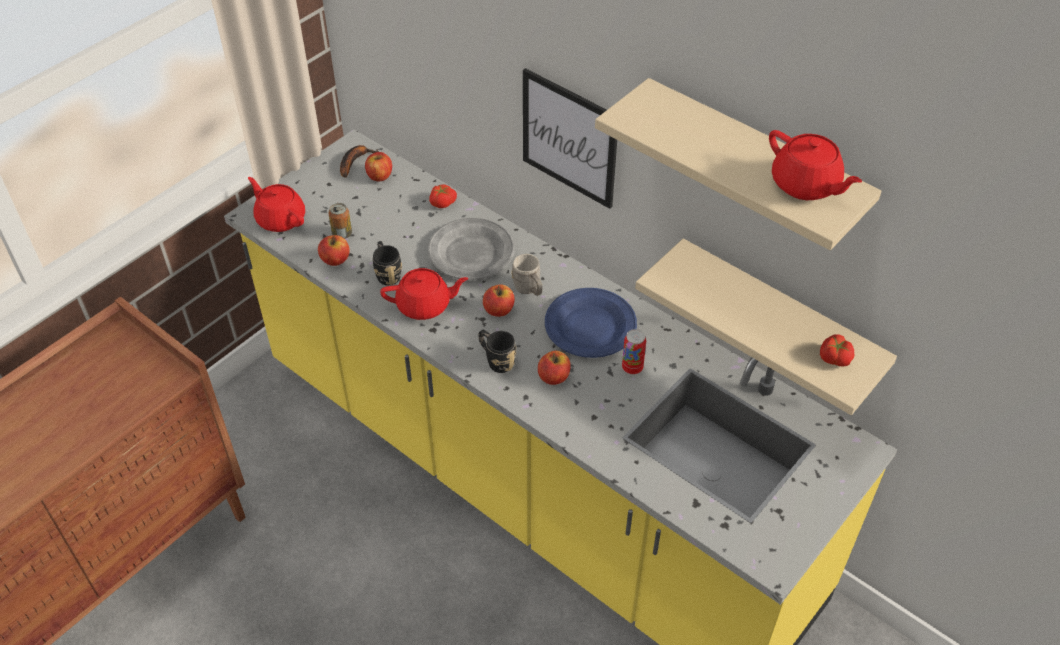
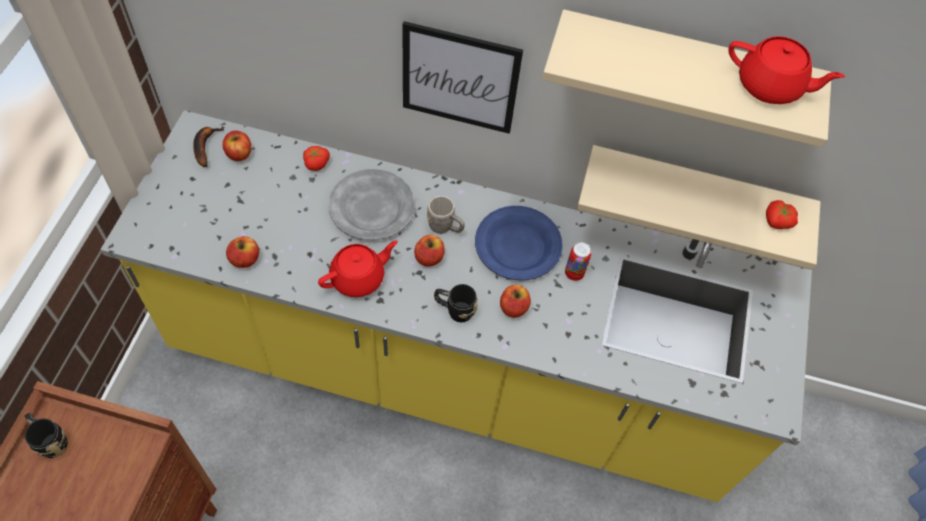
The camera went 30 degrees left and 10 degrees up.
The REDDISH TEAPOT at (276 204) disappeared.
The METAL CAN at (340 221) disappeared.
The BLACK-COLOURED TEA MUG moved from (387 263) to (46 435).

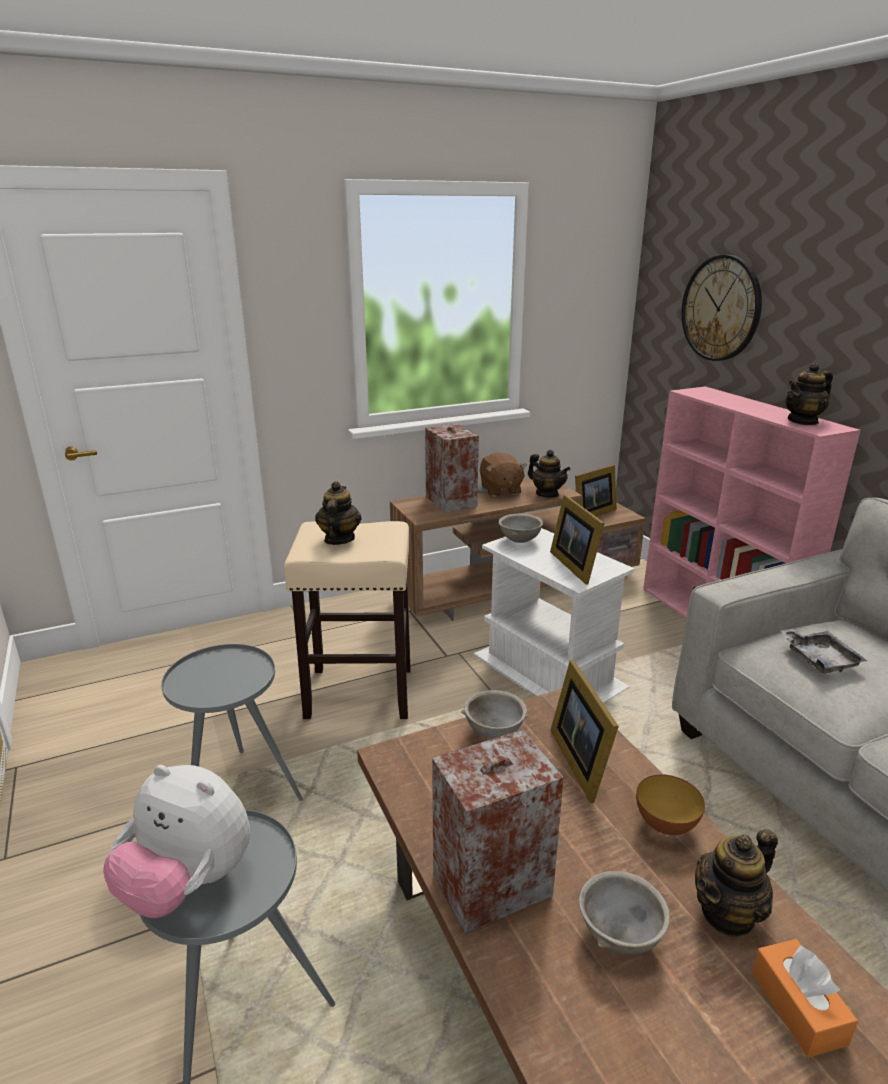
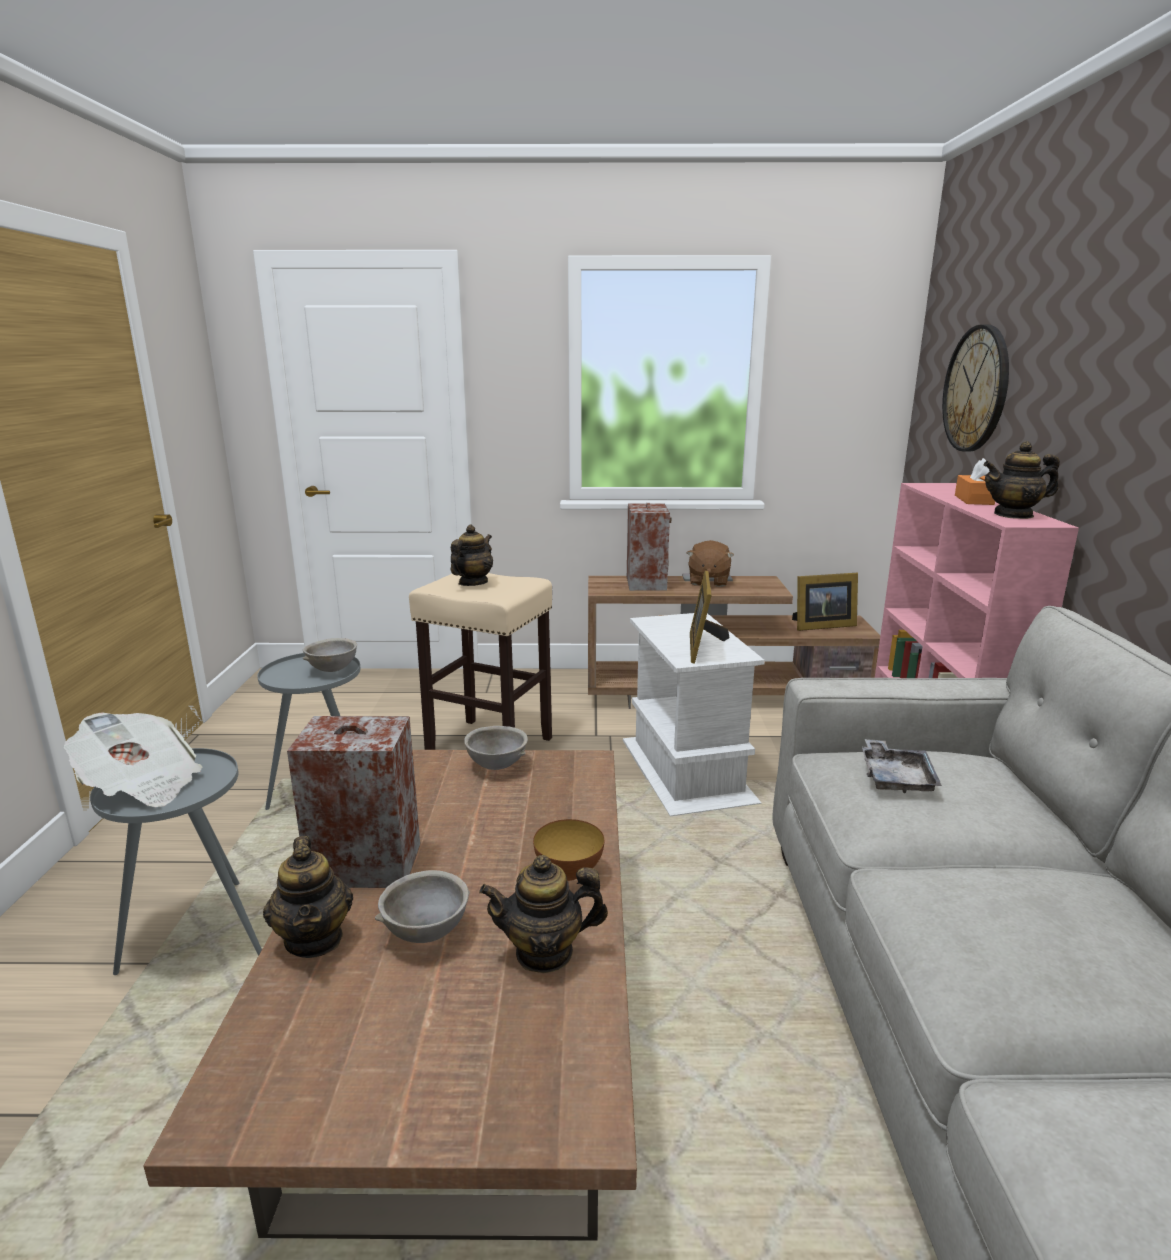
The camera went 25 degrees right and 5 degrees down.
The CUDDLY TOY at (176 841) was replaced by the NEWSPAPER at (133 759).
The GRAY DEEP DISH moved from (521 528) to (330 655).
The TEAPOT moved from (549 474) to (308 897).
The STANDING FRAME at (584 731) disappeared.
The ORANGEY TISSUE BOX moved from (805 998) to (975 481).

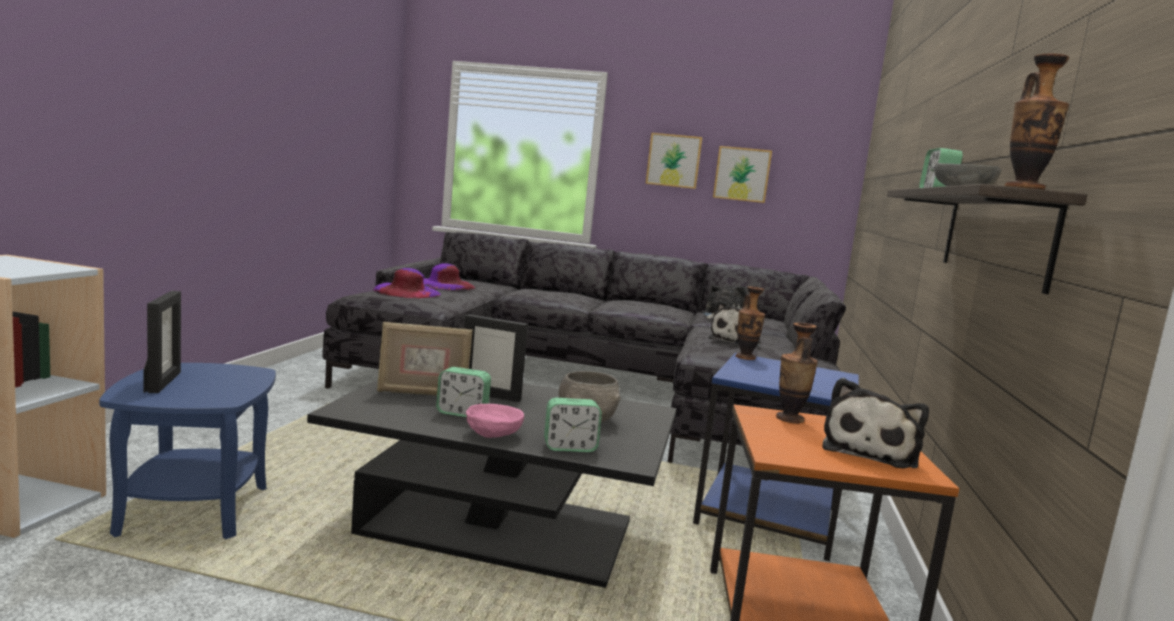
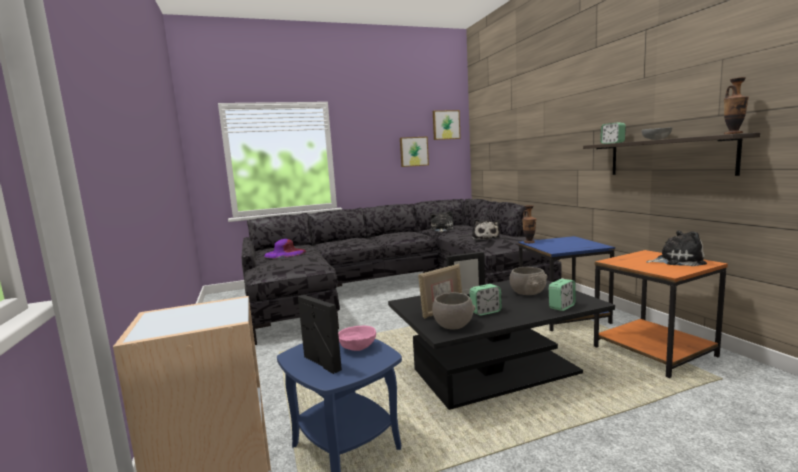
The camera went 30 degrees left and 0 degrees up.
The PURPLISH HAT at (406 283) disappeared.
The PINKISH DEEP DISH moved from (495 421) to (357 338).
The PICTURE moved from (674 161) to (447 125).
The VASE at (797 373) disappeared.
The CUDDLY TOY at (875 423) turned 75 degrees counterclockwise.
The GRAY DEEP DISH at (453 311) appeared.

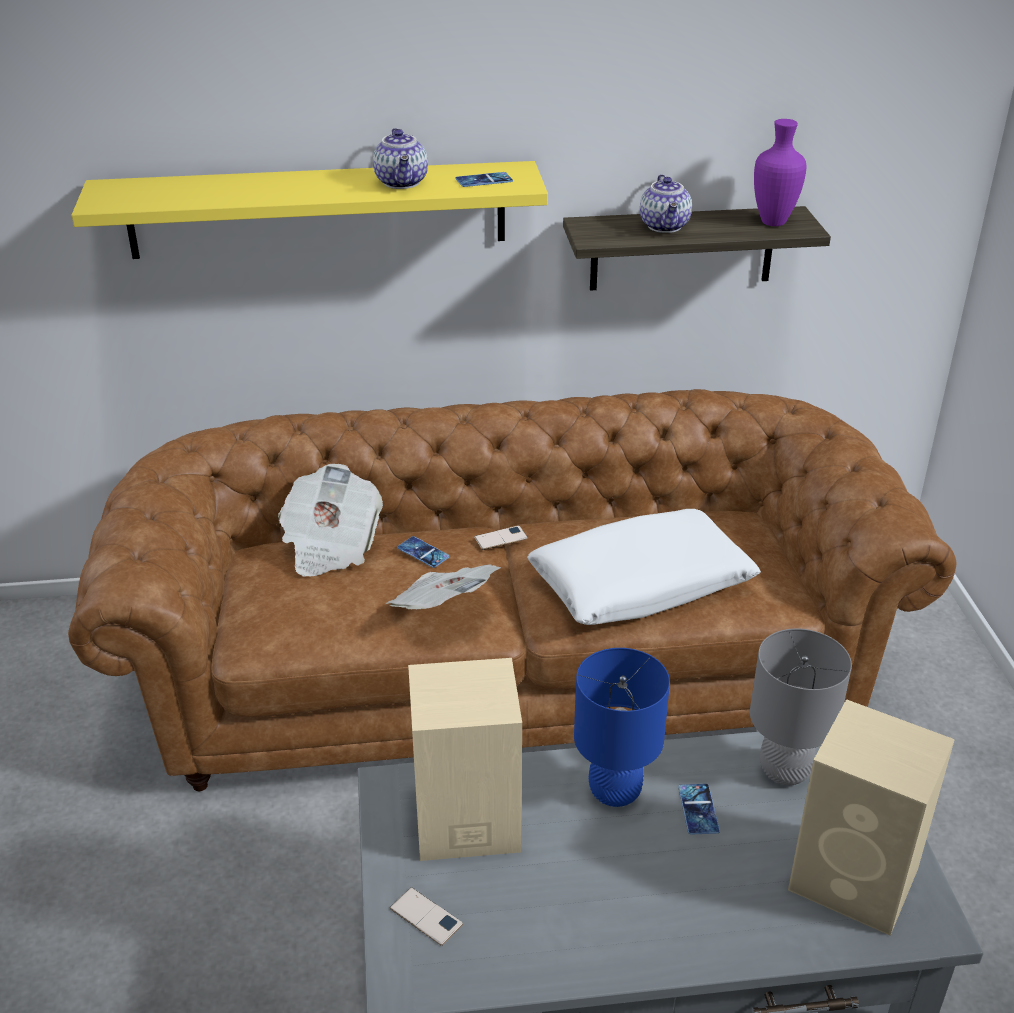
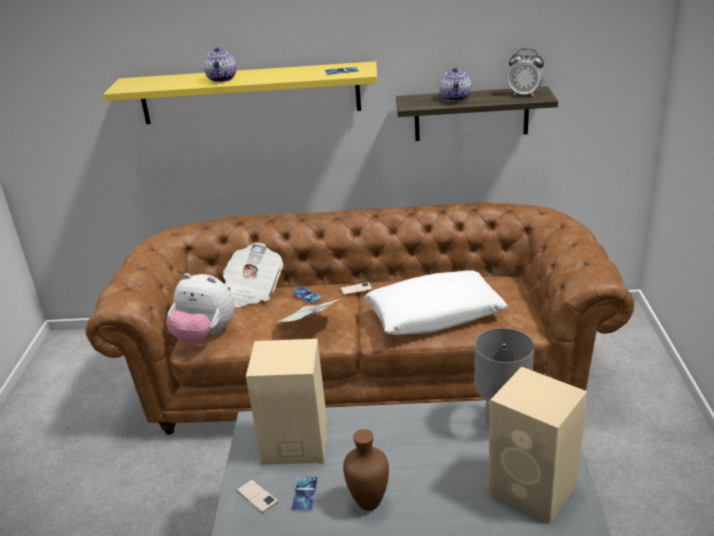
The camera went 10 degrees right and 5 degrees down.
The TEAPOT moved from (400 158) to (220 64).
The BLUE TABLETOP LAMP at (622 727) disappeared.
The PHONE moved from (699 809) to (304 493).
The PURPLISH VASE at (780 172) was replaced by the TABLE CLOCK at (526 72).
The CUDDLY TOY at (200 309) appeared.
The BROWNISH VASE at (366 470) appeared.

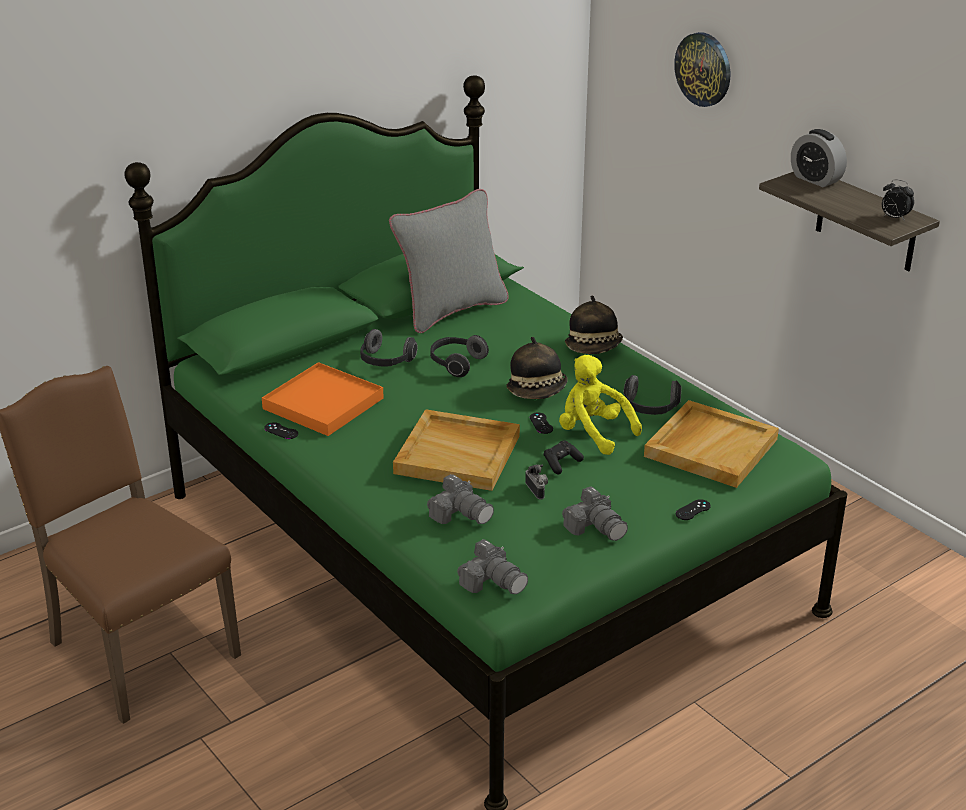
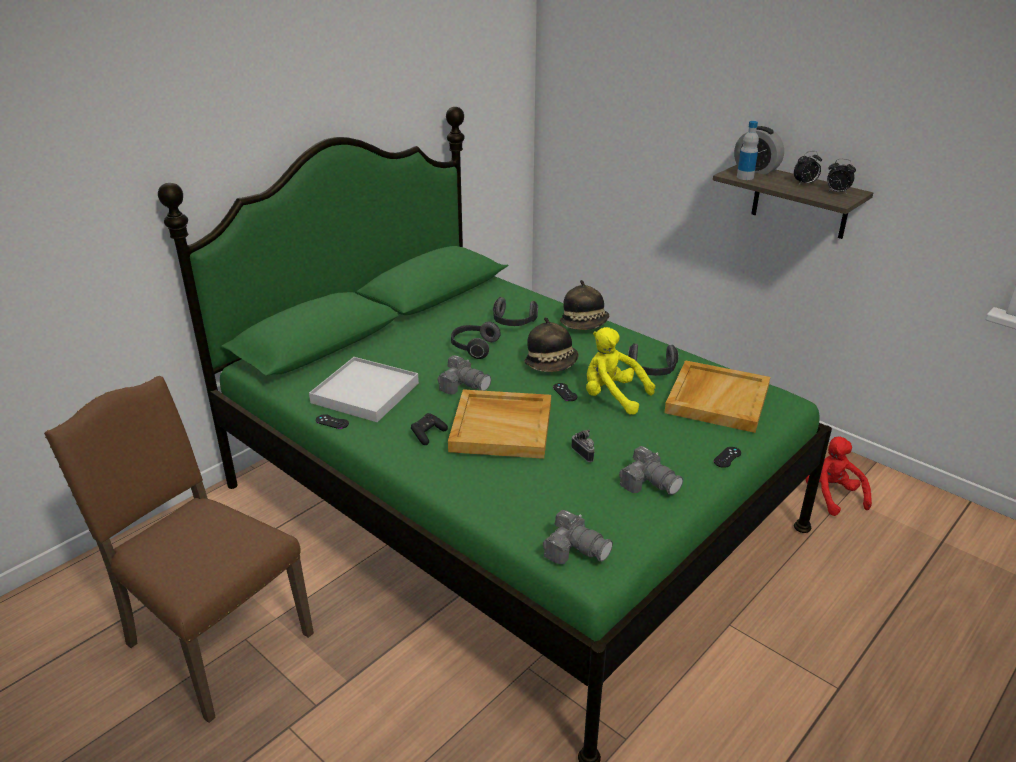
The camera went 10 degrees left and 0 degrees up.
The ORANGEY SERVING TRAY at (323 399) became the WHITE SERVING TRAY at (364 389).
The PAIR OF HEADPHONES moved from (389 347) to (515 311).
The GRAY PILLOW at (449 261) disappeared.
The STILL CAMERA moved from (460 499) to (464 374).
The BLACK-COLOURED GAMEPAD moved from (564 457) to (429 429).
The WALL CLOCK at (702 69) disappeared.
The DRINK BOTTLE at (748 150) appeared.
The TABLE CLOCK at (808 168) appeared.
The REDDISH CUDDLY TOY at (839 476) appeared.

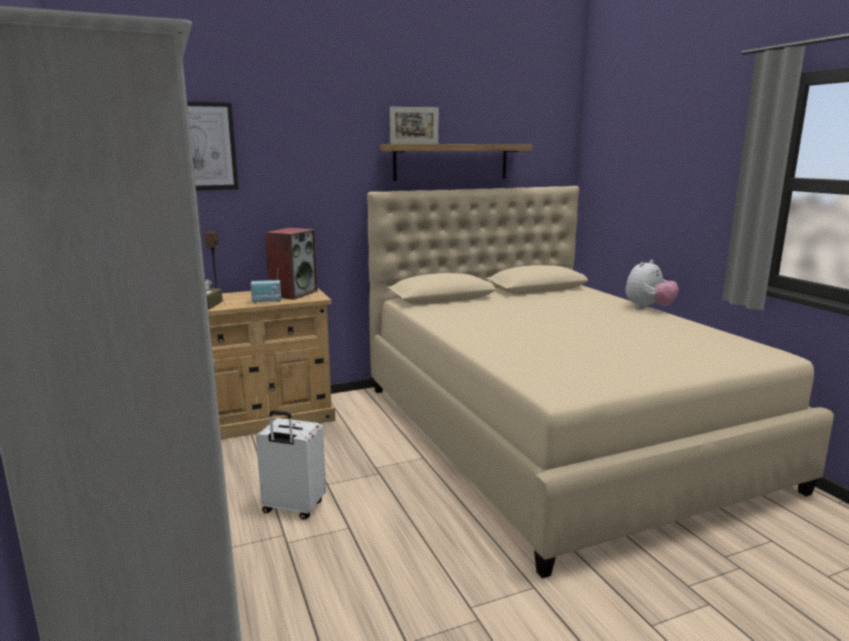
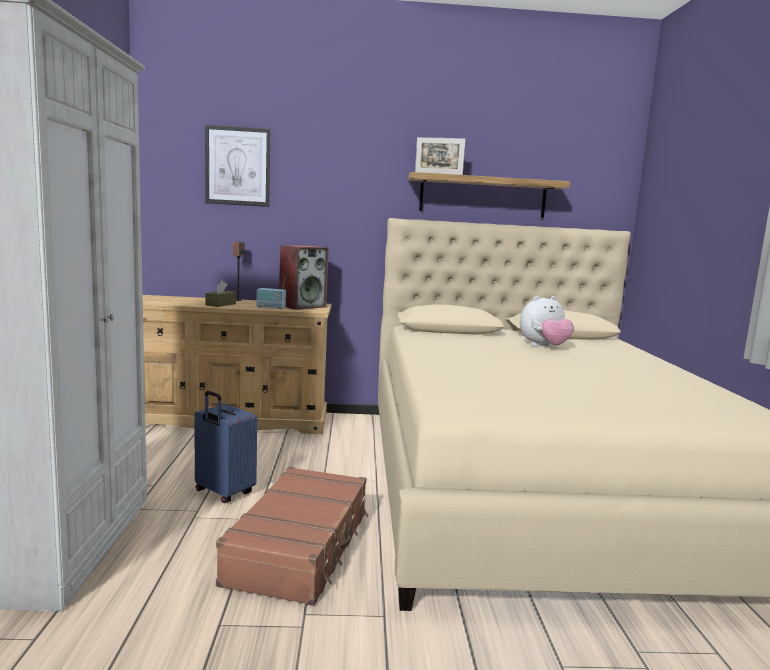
The camera went 20 degrees right and 5 degrees down.
The WHITE TRAVEL CASE at (291 465) became the BLUE TRAVEL CASE at (225 447).
The CUDDLY TOY moved from (652 284) to (547 321).
The BROWNISH TRAVEL CASE at (292 536) appeared.

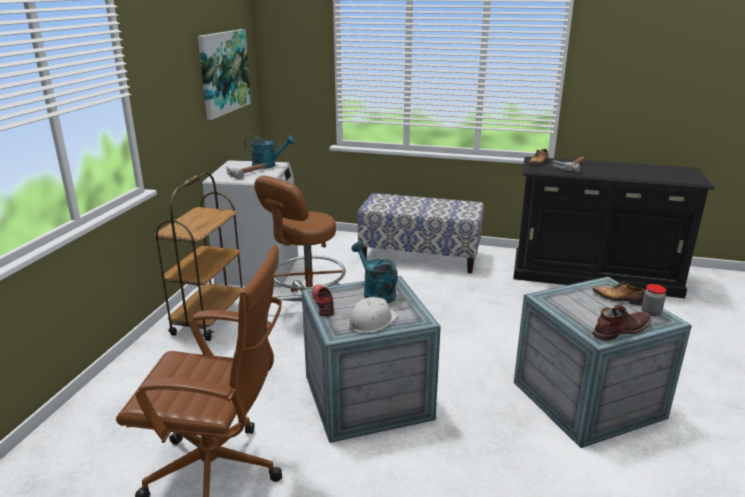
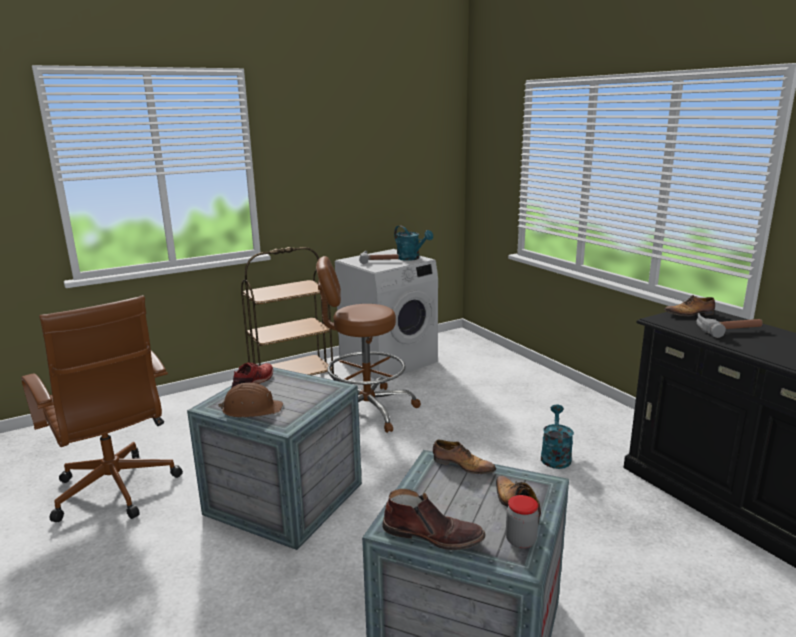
The camera went 45 degrees right and 5 degrees down.
The PICTURE at (224 74) disappeared.
The WHITE HARD HAT at (373 315) became the BROWNISH HARD HAT at (250 400).
The TURQUOISE WATERING POT moved from (374 272) to (557 436).
The BENCH at (420 233) disappeared.
The LOW SHOE at (464 457) appeared.

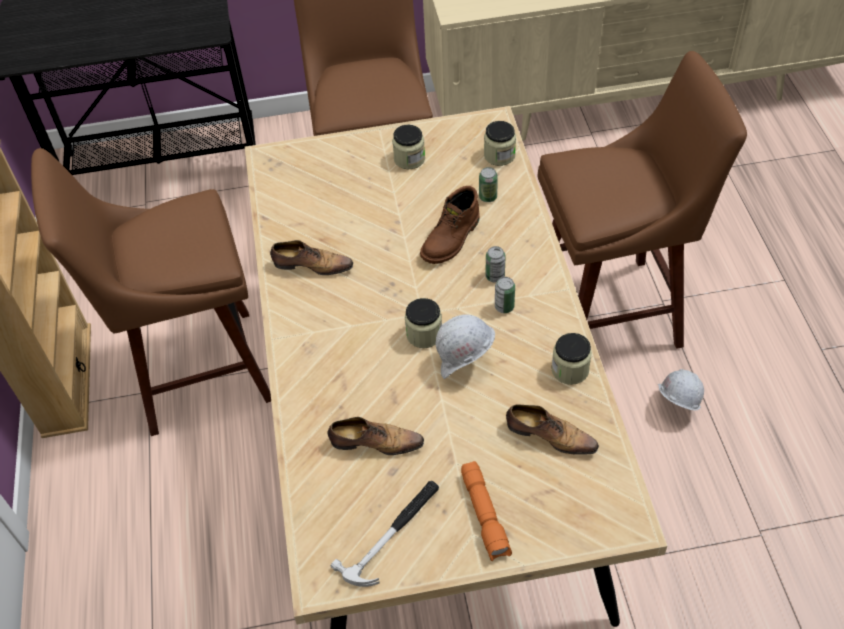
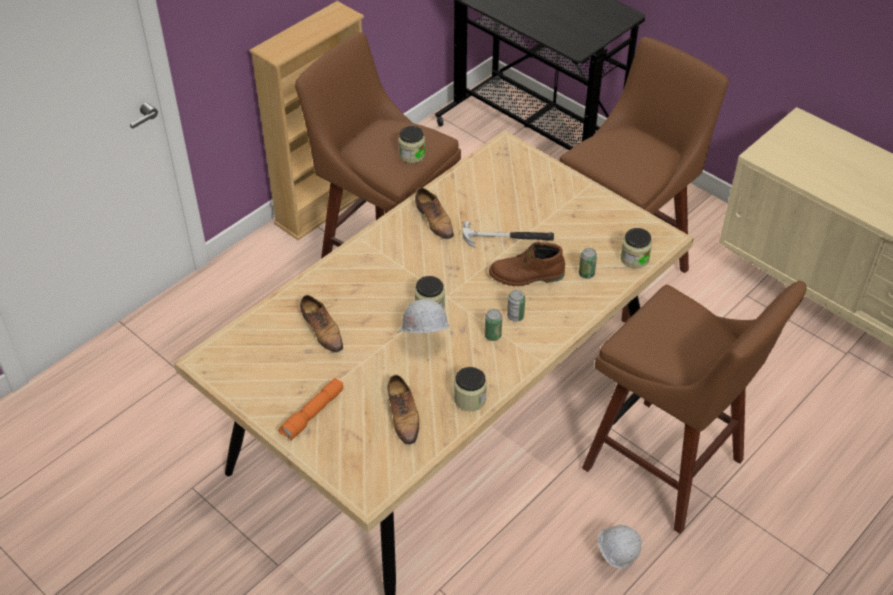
The camera went 50 degrees right and 5 degrees down.
The HAND HAMMER moved from (385 534) to (508 234).
The JAR moved from (408 147) to (411 144).

